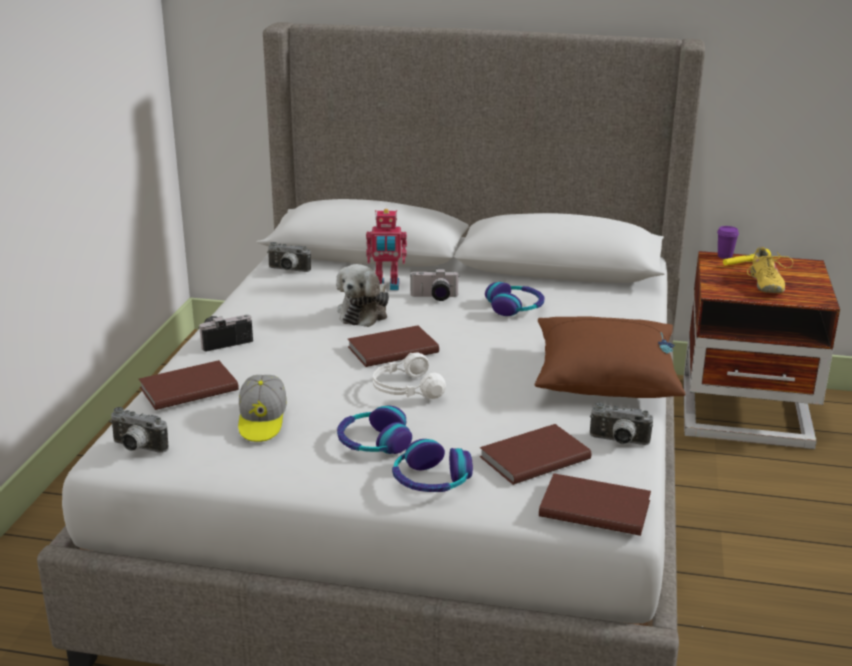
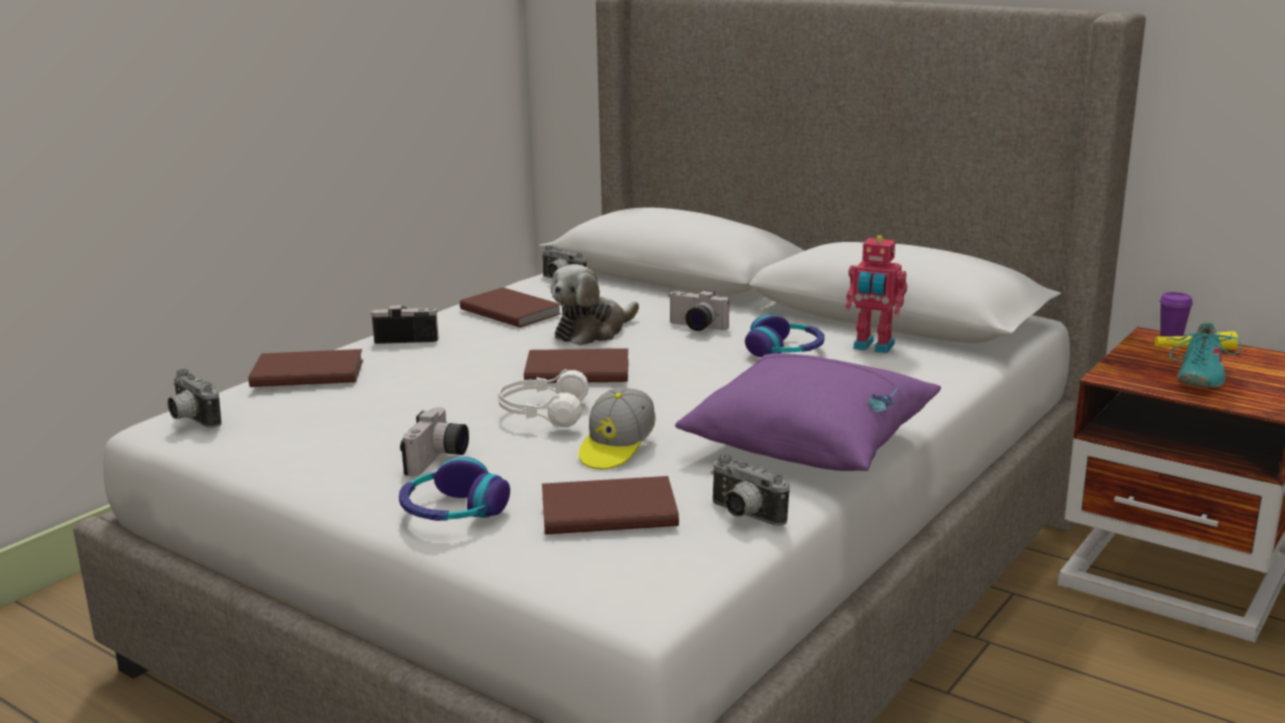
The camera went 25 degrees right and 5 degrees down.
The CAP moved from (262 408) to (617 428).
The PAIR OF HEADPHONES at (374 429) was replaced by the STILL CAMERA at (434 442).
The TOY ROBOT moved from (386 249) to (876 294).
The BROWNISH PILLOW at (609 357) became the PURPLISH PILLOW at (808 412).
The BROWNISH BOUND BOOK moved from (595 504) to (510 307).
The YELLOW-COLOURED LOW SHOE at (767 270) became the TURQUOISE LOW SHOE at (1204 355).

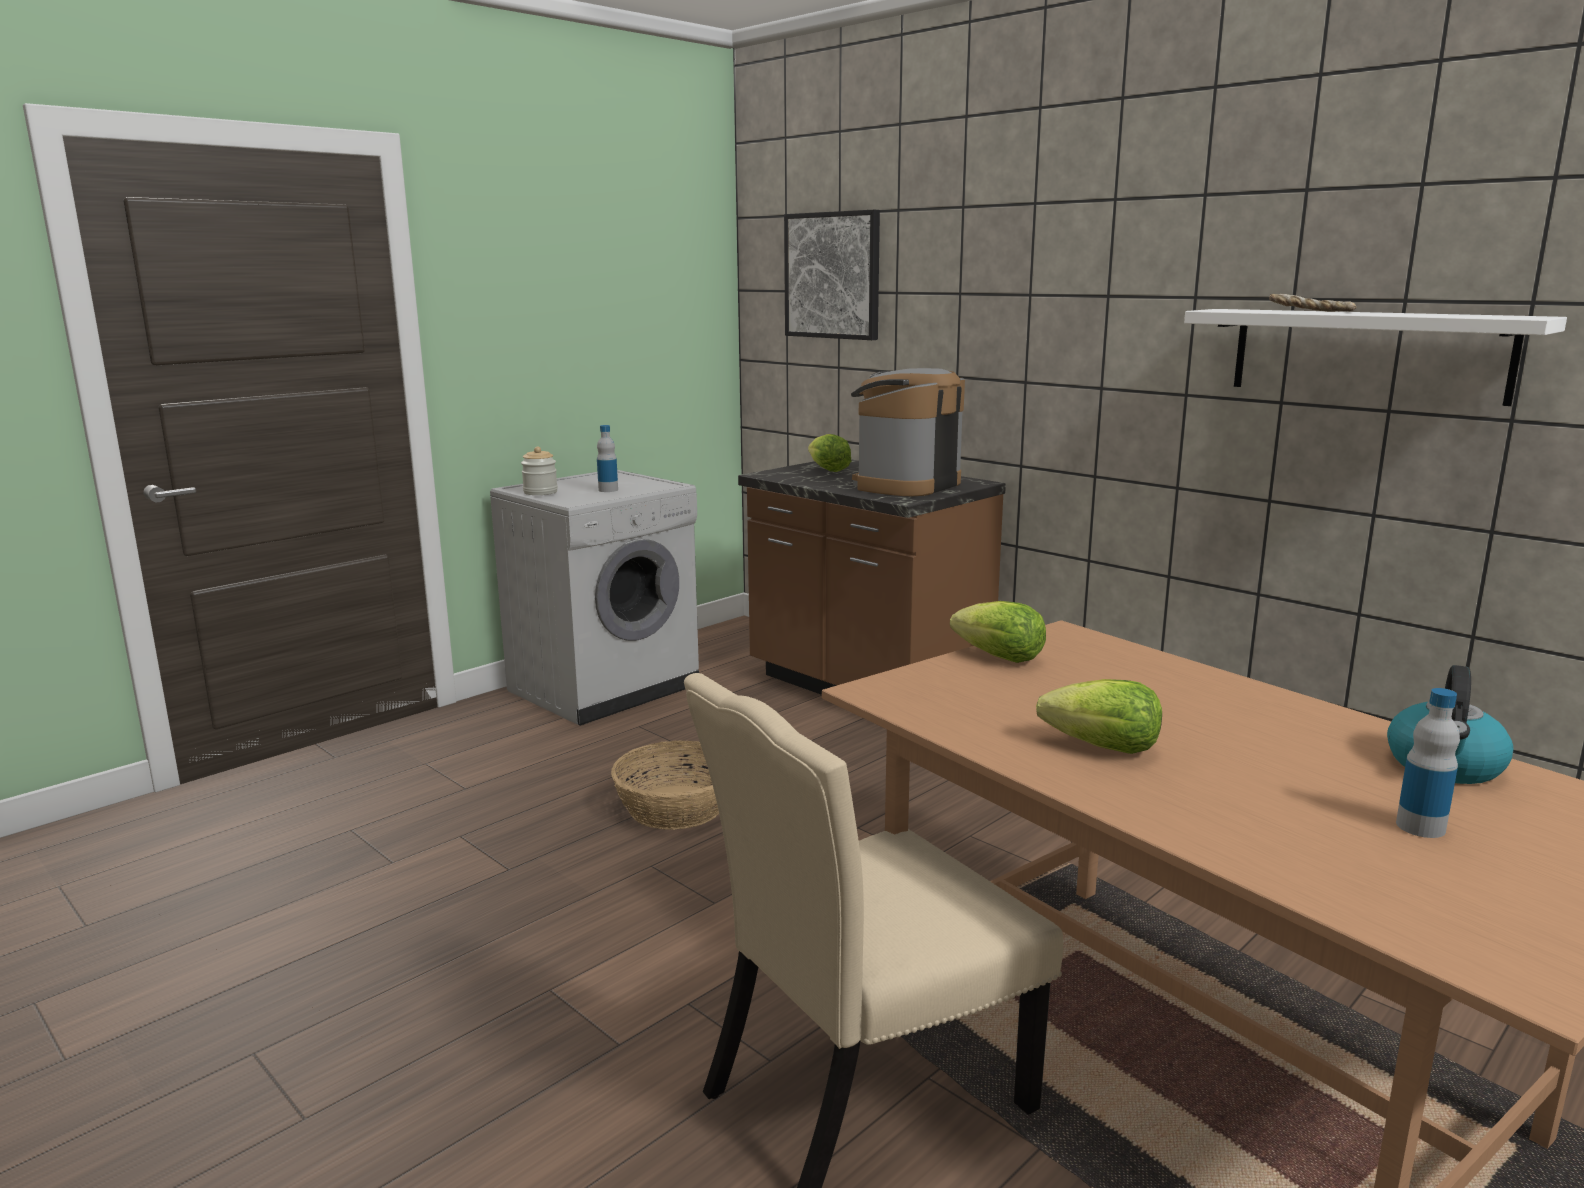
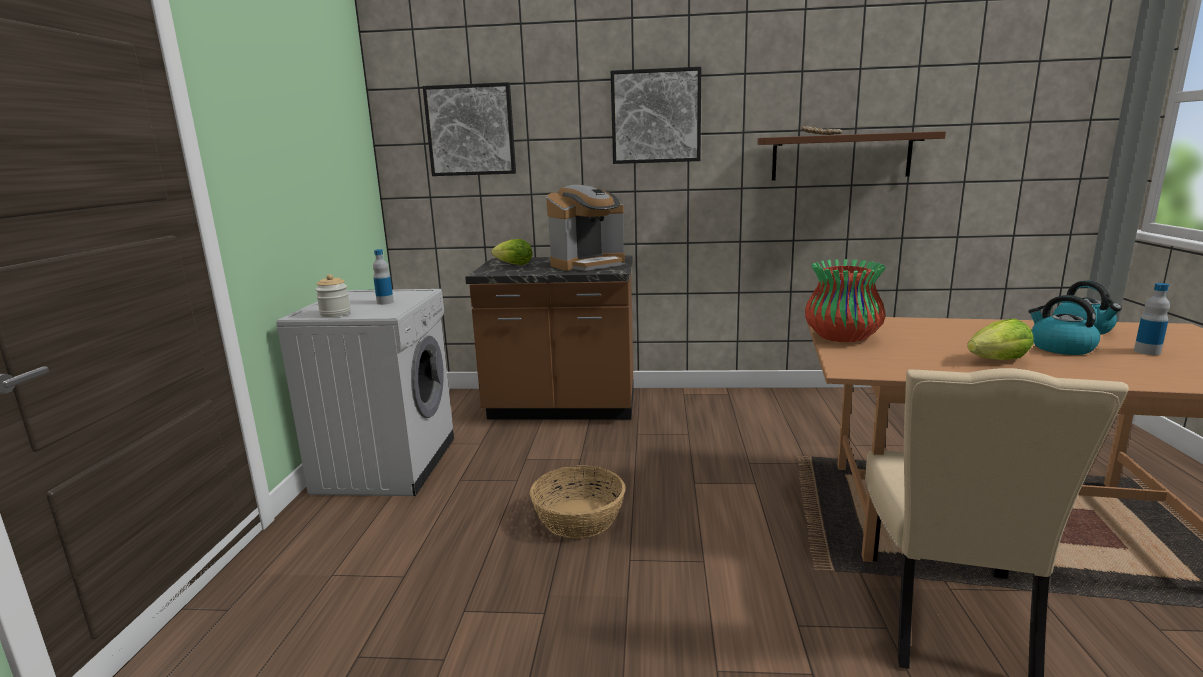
The camera went 40 degrees left and 0 degrees up.
The COFFEE MACHINE at (908 432) turned 120 degrees counterclockwise.
The LETTUCE HEAD at (998 632) was replaced by the VASE at (845 300).
The WHITE BRACKET SHELF at (1375 357) became the BROWNISH BRACKET SHELF at (851 155).
The PICTURE at (656 115) appeared.
The WATER KETTLE at (1064 325) appeared.

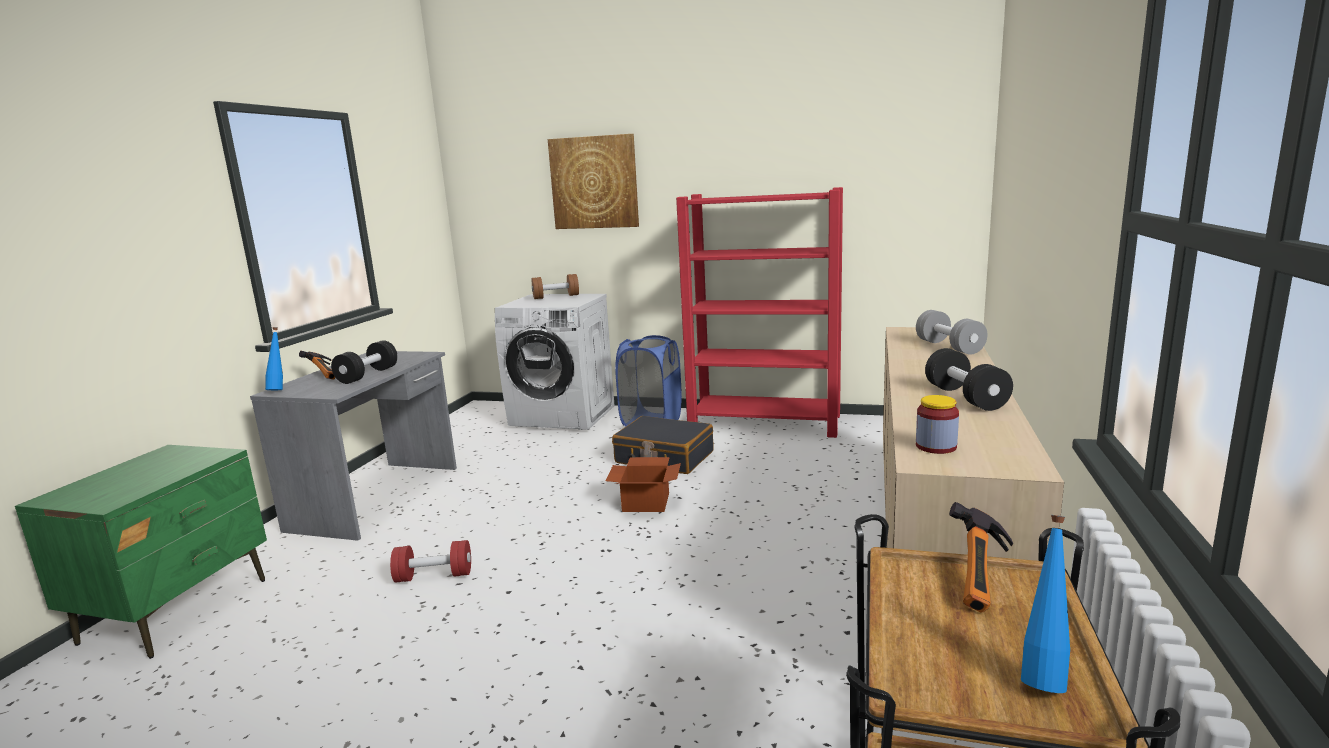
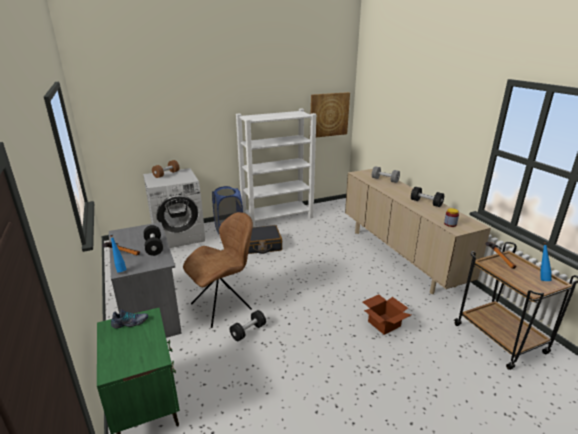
The camera went 40 degrees left and 10 degrees up.
The REDDISH HAND WEIGHT at (430 561) became the BLACK-COLOURED HAND WEIGHT at (248 325).
The PICTURE moved from (593 181) to (330 114).
The CARDBOARD BOX moved from (643 484) to (387 315).
The REDDISH BOOKCASE at (759 312) became the WHITE BOOKCASE at (276 167).
The LOW SHOE at (129 319) appeared.
The BROWNISH CHAIR at (218 270) appeared.

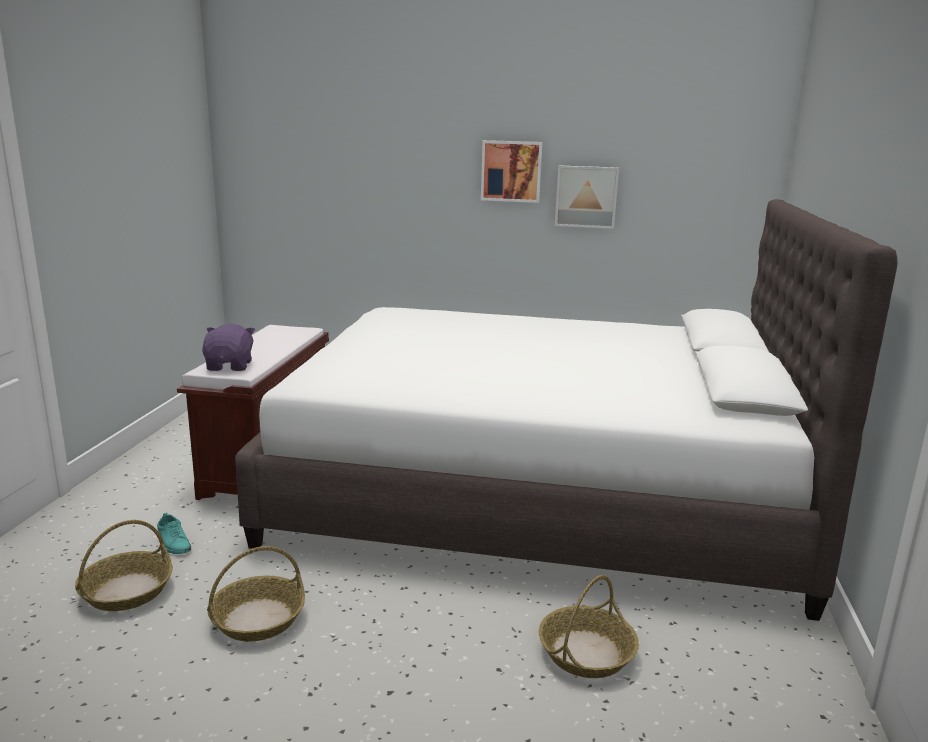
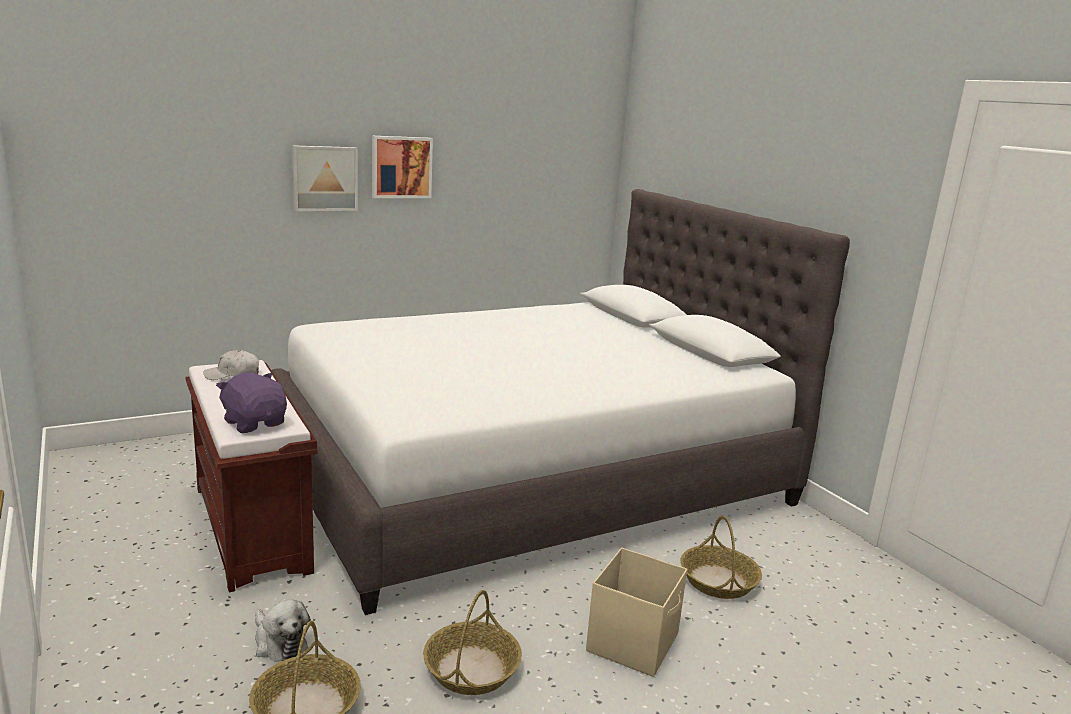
The camera went 40 degrees left and 0 degrees up.
The TURQUOISE LOW SHOE at (174 533) was replaced by the CUDDLY TOY at (283 630).
The PICTURE moved from (587 197) to (325 178).
The WHITE CAP at (231 365) appeared.
The SAND-COLOURED STORAGE BOX at (637 612) appeared.

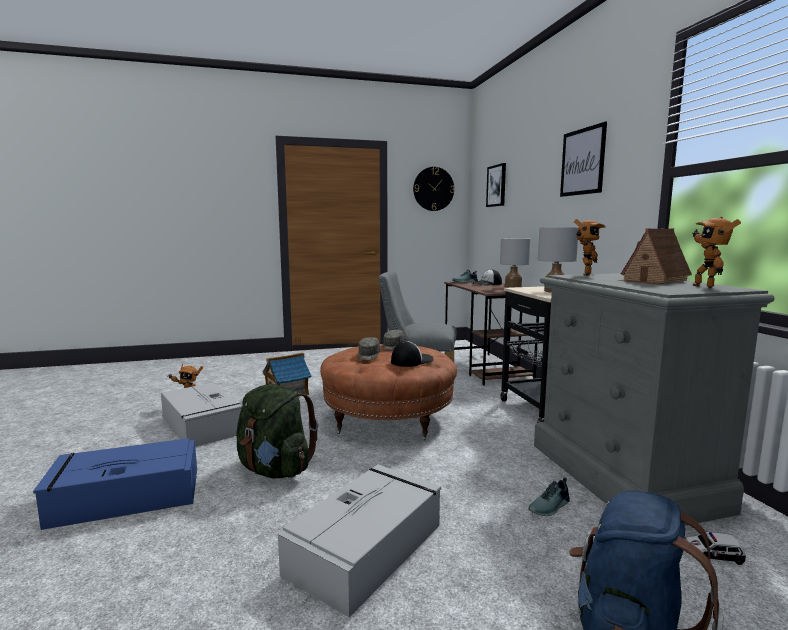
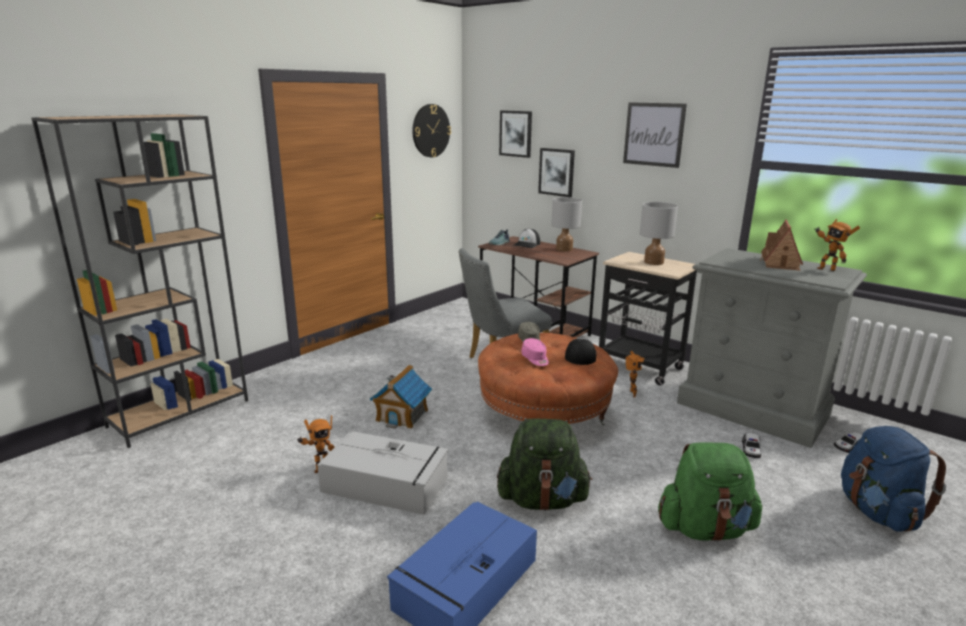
The camera went 35 degrees left and 10 degrees up.
The GRAY STORAGE BOX at (359 540) was replaced by the GREENISH BACKPACK at (710 492).
The GRAY CAP at (369 348) became the PINKISH CAP at (535 352).
The LOW SHOE at (549 496) was replaced by the MODEL CAR at (751 445).
The TOY ROBOT moved from (589 247) to (635 374).
The BOOKCASE at (139 281) appeared.
The PICTURE at (556 172) appeared.

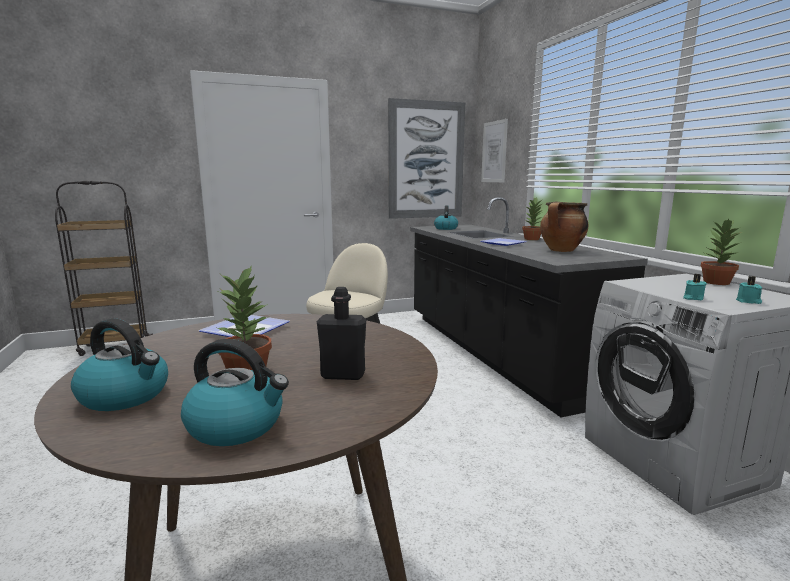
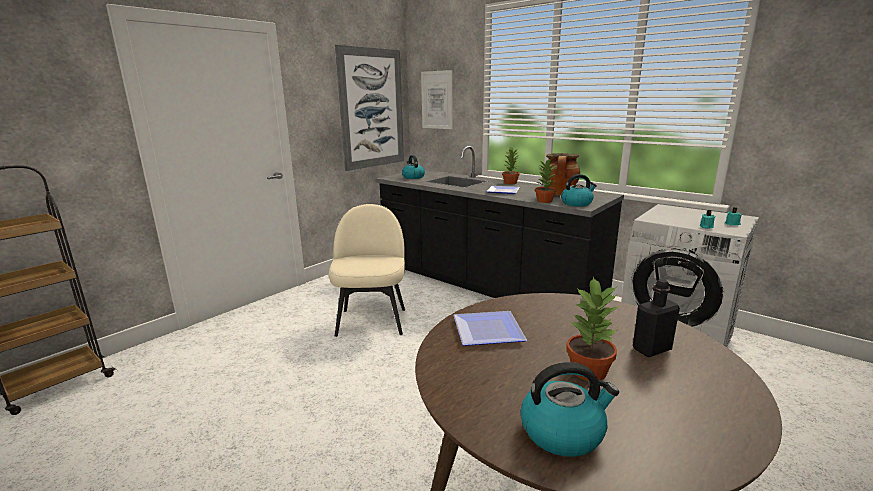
The camera went 30 degrees left and 5 degrees up.
The WATER KETTLE moved from (235 392) to (579 190).
The POTTED PLANT moved from (721 252) to (545 181).

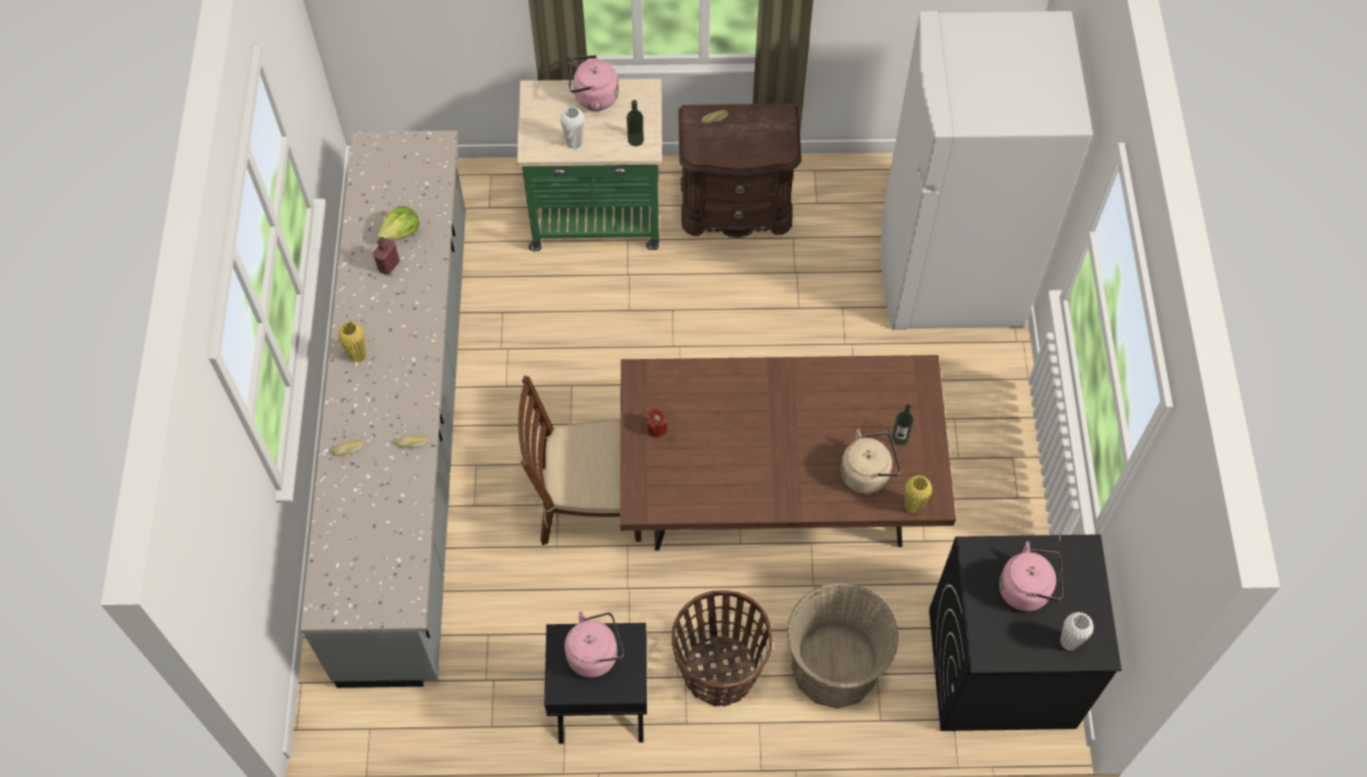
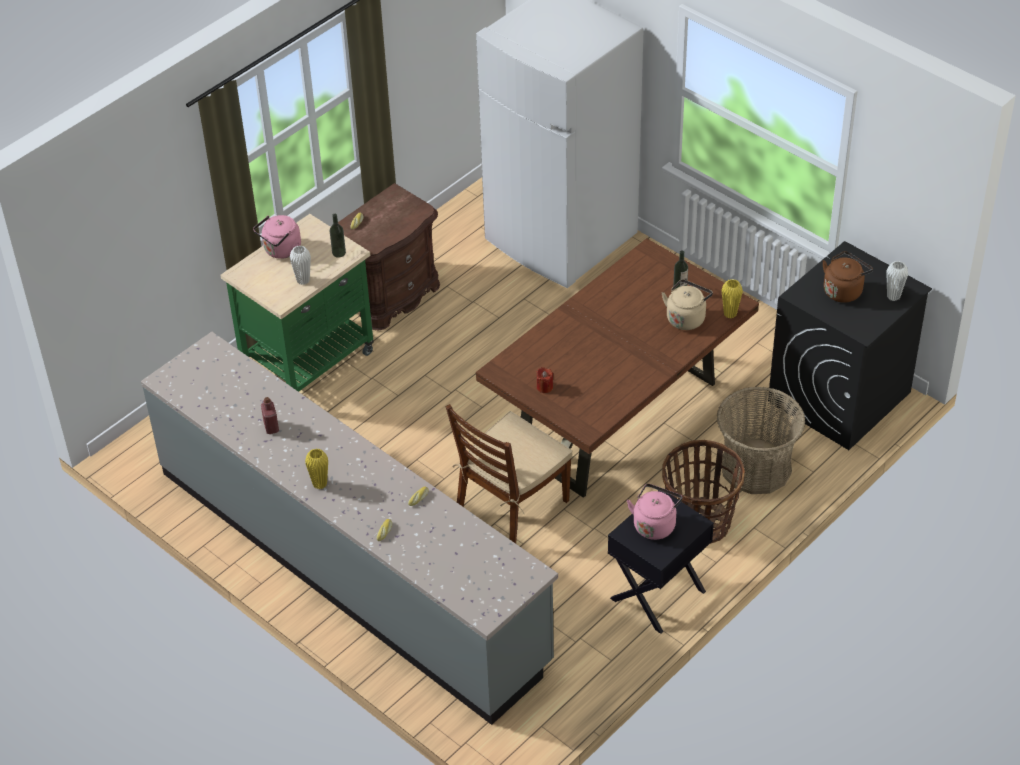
The camera went 45 degrees left and 15 degrees down.
The LETTUCE HEAD at (398 223) disappeared.
The PINKISH WATER KETTLE at (1031 576) became the BROWNISH WATER KETTLE at (847 277).

